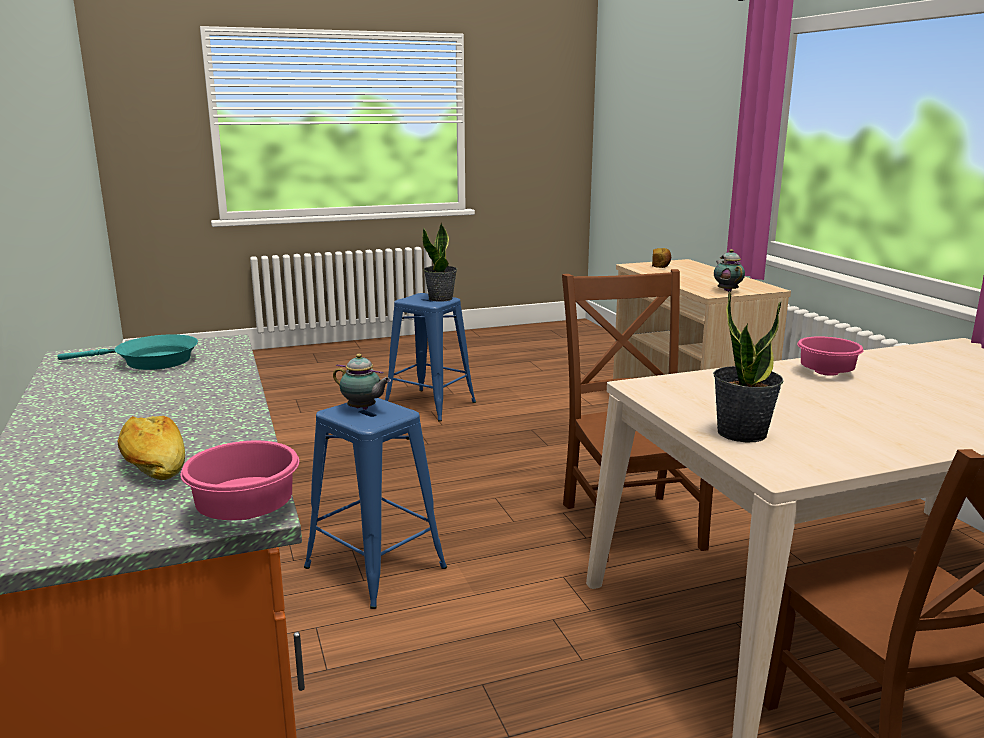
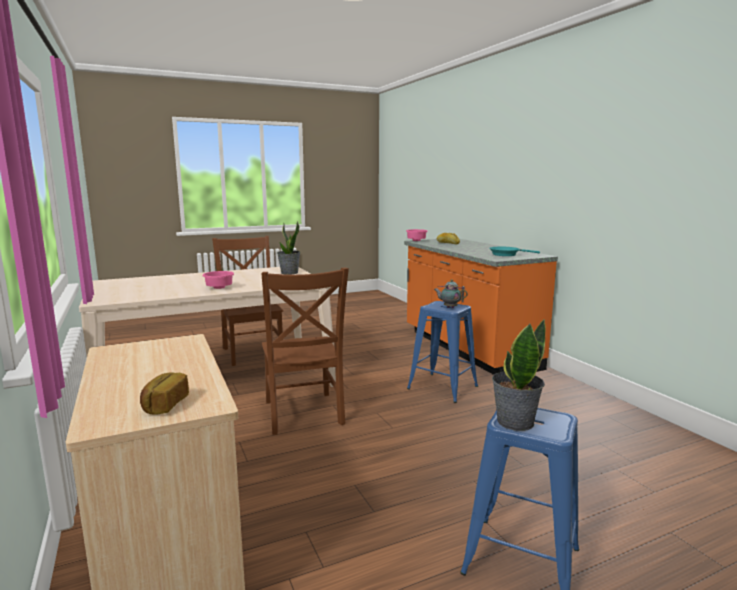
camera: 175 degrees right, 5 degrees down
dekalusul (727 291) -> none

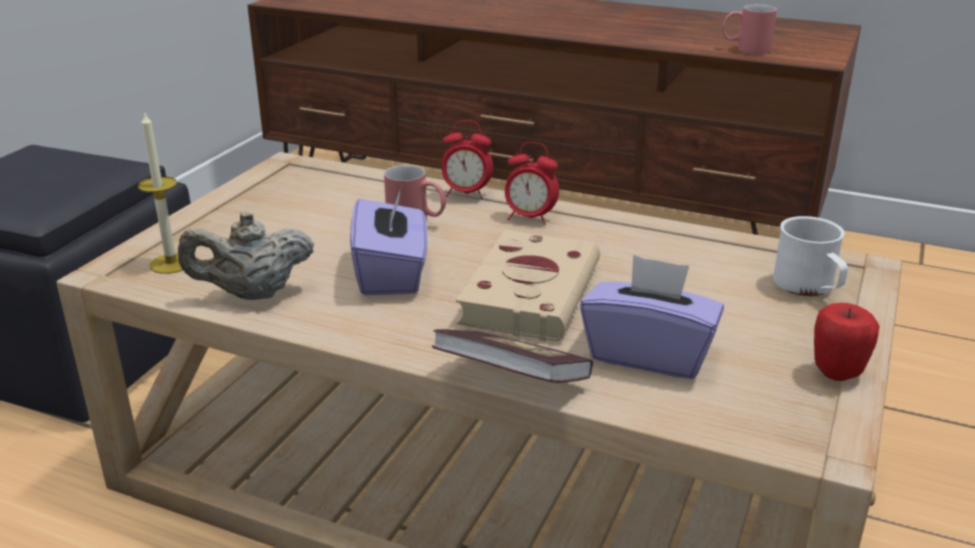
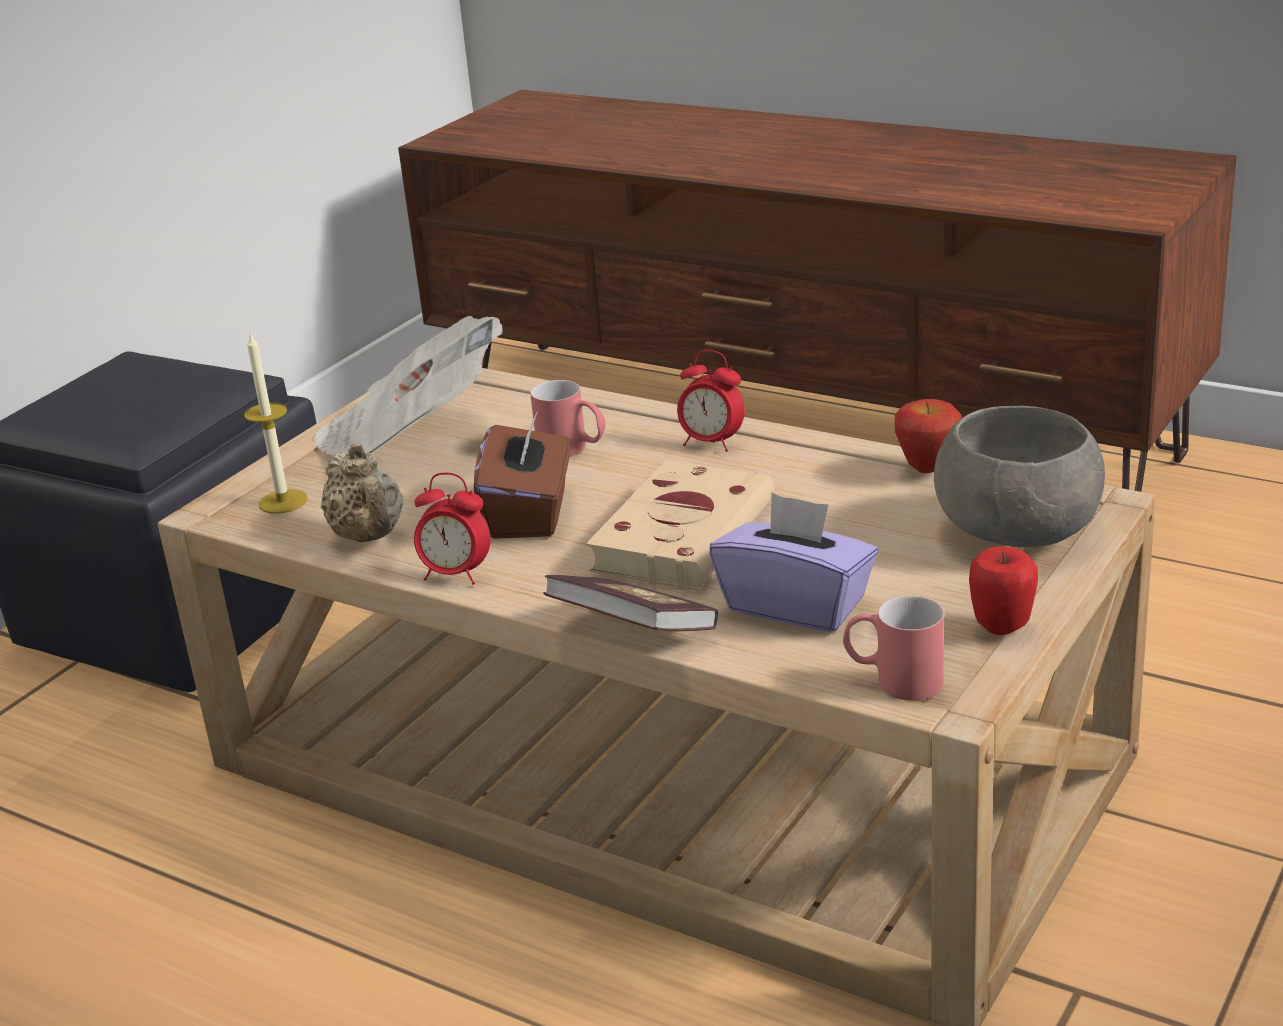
camera: 10 degrees right, 0 degrees up
beige dekalusul (253 294) -> beige dekalusul (369 537), 105 degrees counterclockwise
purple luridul (392 274) -> brown luridul (529 514)
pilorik (466 194) -> pilorik (456 575), relocated
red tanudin (745 49) -> red tanudin (893 680), relocated
white tanudin (809 287) -> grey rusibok (1019 528)
none -> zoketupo (411 440)
none -> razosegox (928 469)

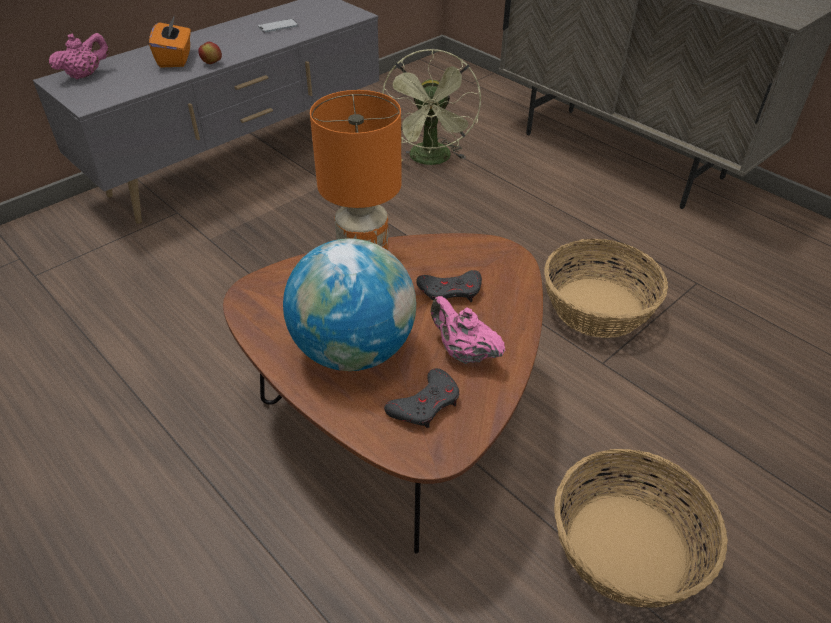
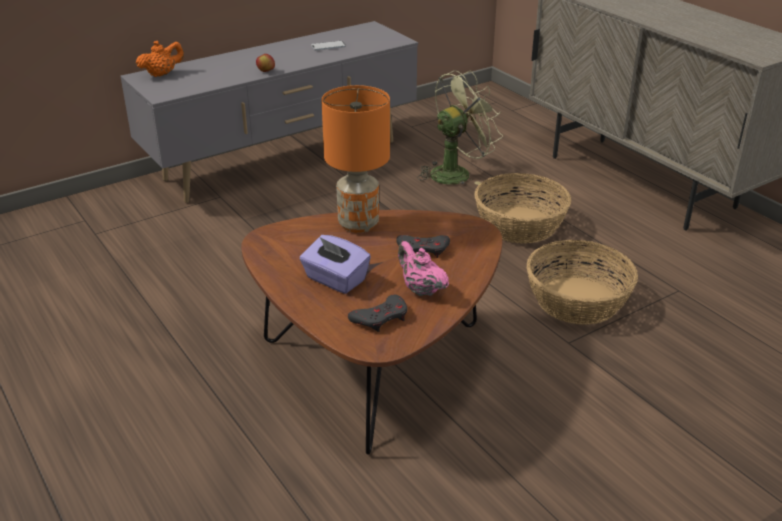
camera: 10 degrees right, 10 degrees down
pink dekalusul (85 75) -> orange dekalusul (162 74)
orange luridul (175 59) -> none
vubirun (354 350) -> purple luridul (335 280)
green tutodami (431 160) -> green tutodami (456 172), 135 degrees counterclockwise
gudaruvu (627 549) -> gudaruvu (520 225), relocated

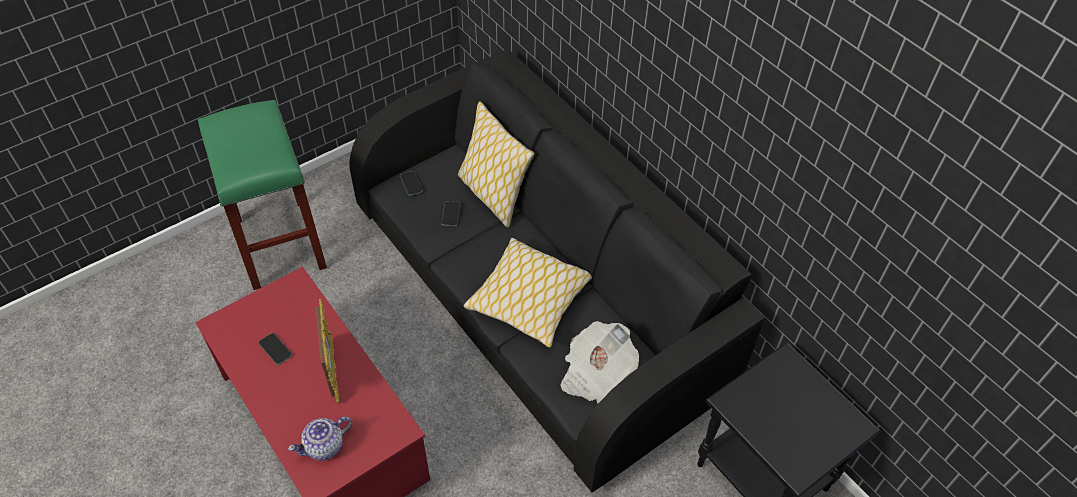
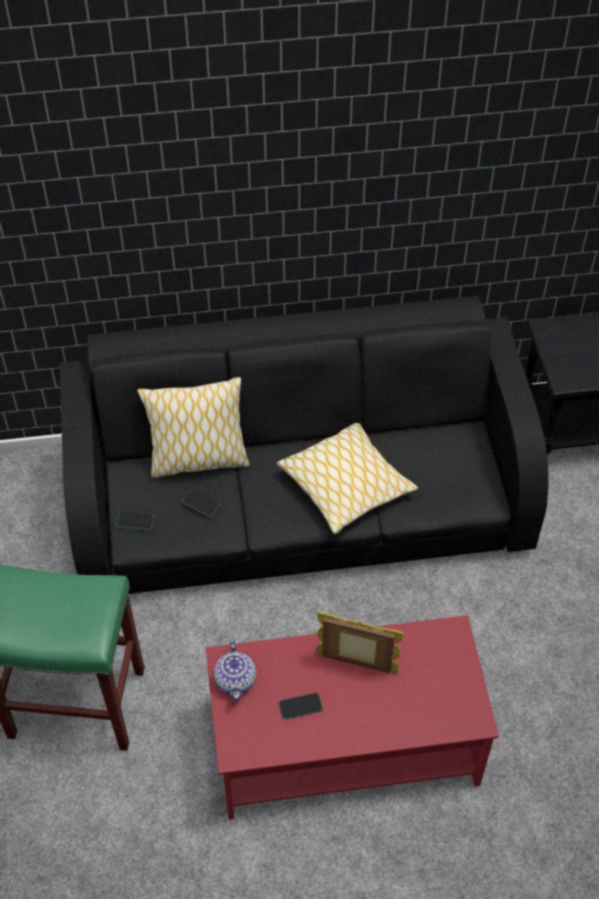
camera: 60 degrees left, 0 degrees up
dekalusul (325 446) -> dekalusul (236 680), relocated
zoketupo (595 373) -> none

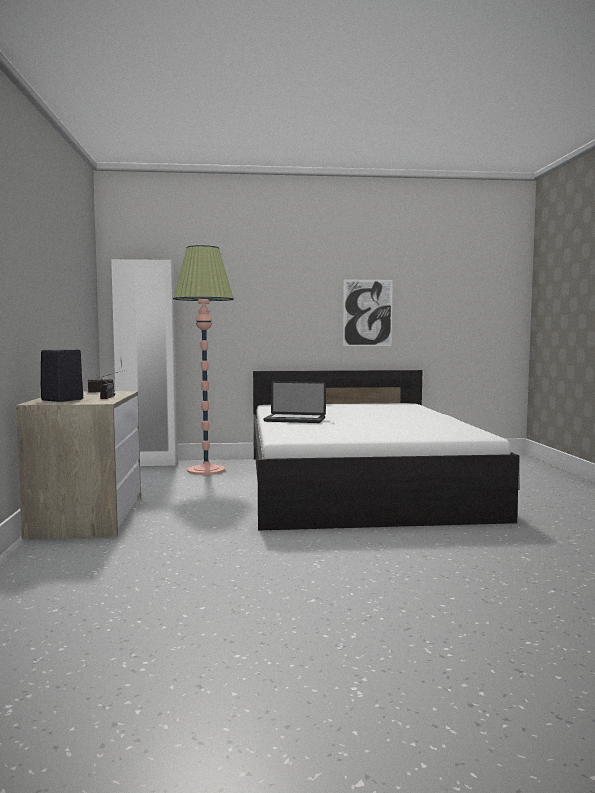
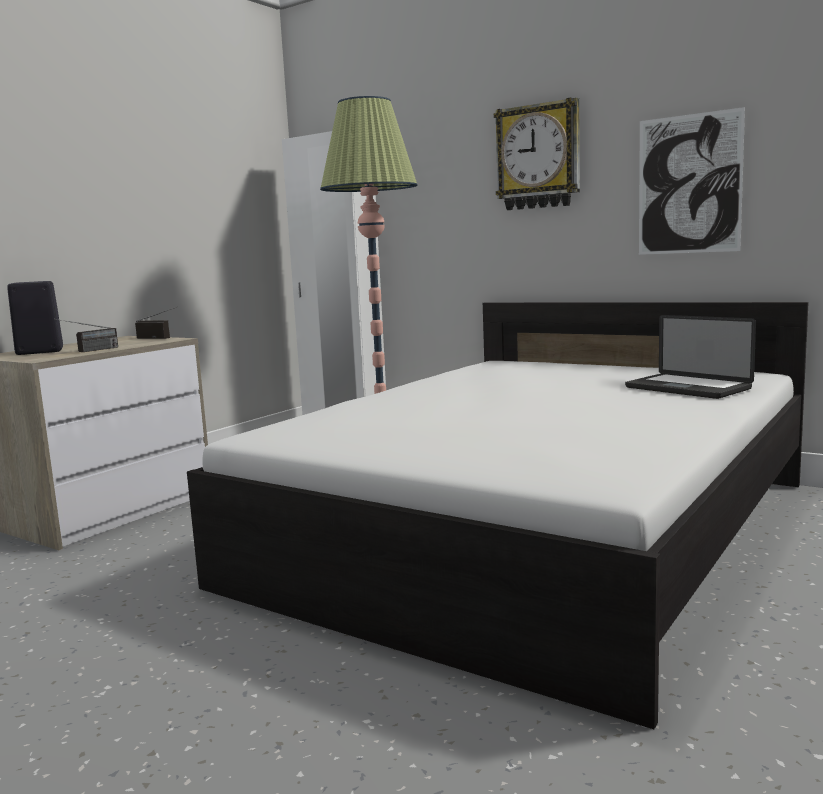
camera: 40 degrees right, 5 degrees up
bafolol (295 420) -> bafolol (687 388), relocated
none -> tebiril (538 157)

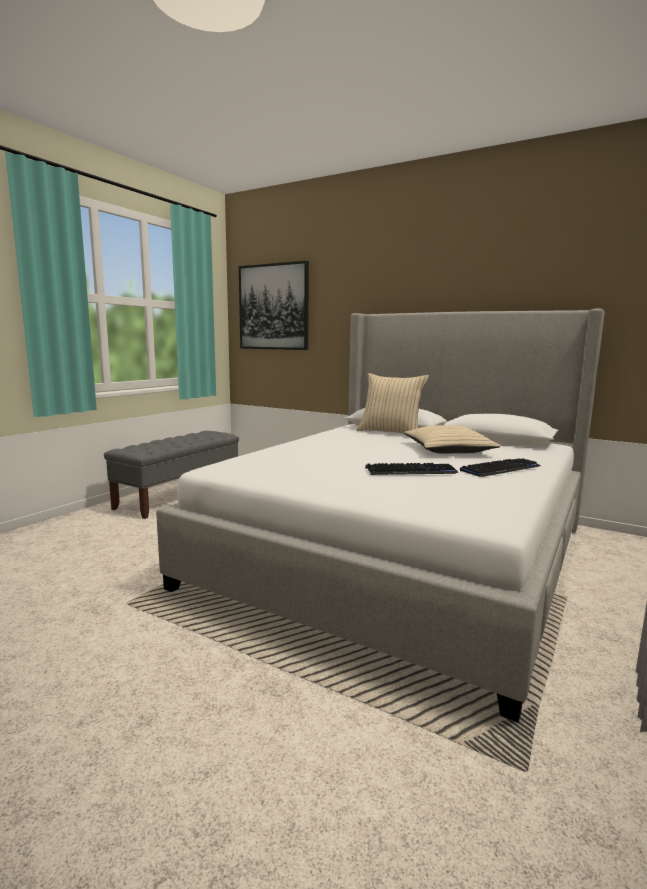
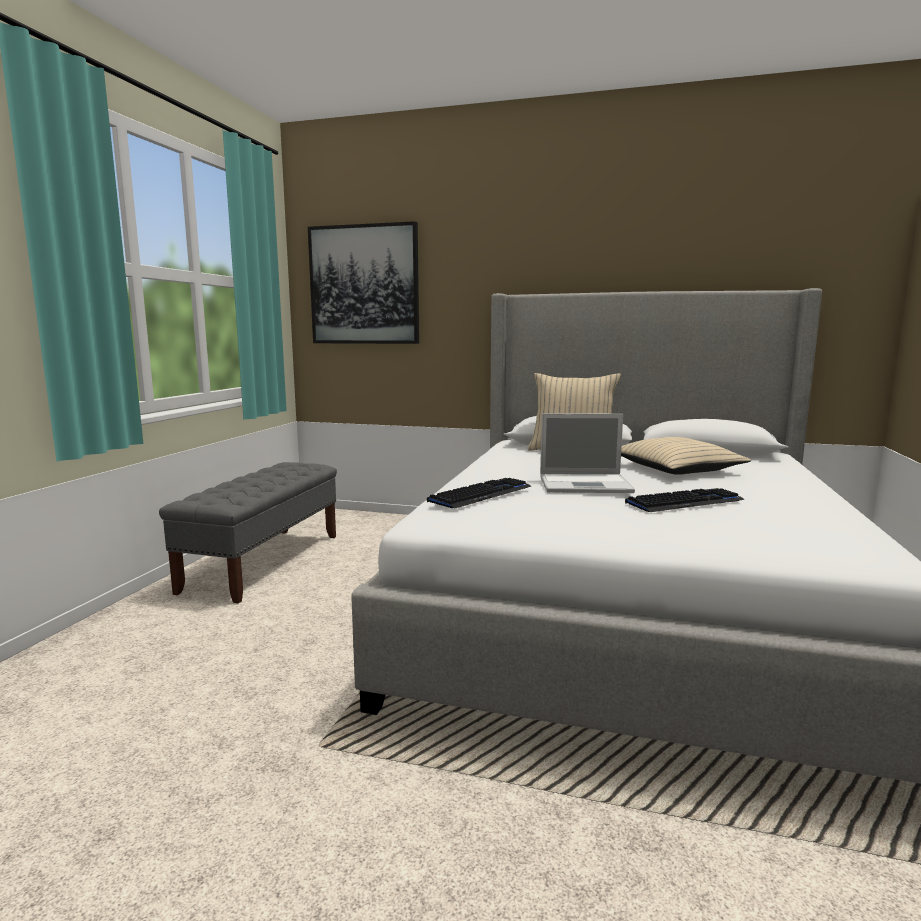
camera: 15 degrees left, 0 degrees up
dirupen (500 469) -> dirupen (481 495), relocated
none -> bafolol (586 484)

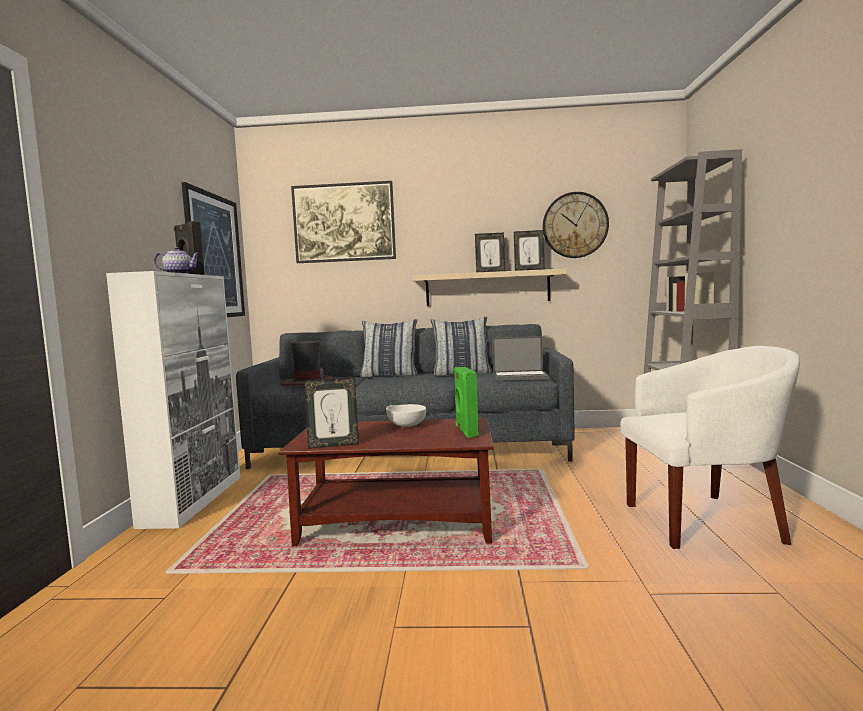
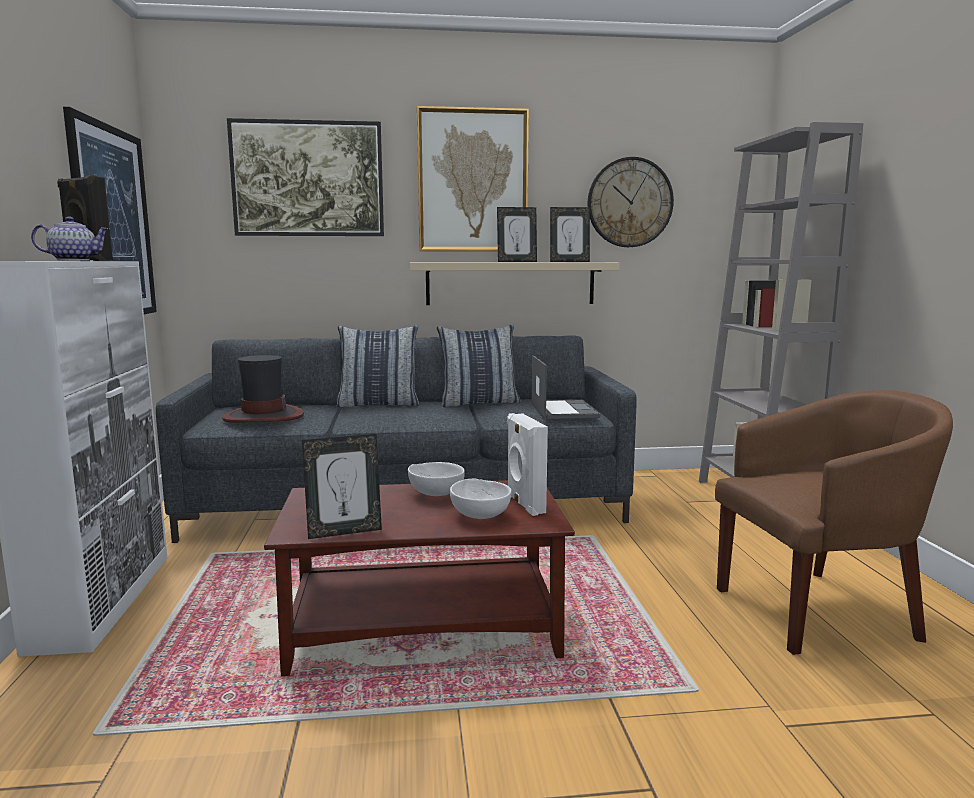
camera: 10 degrees left, 5 degrees up
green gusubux (465 431) -> white gusubux (524 504)
bafolol (520 376) -> bafolol (563 410), 90 degrees counterclockwise
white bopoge (706 521) -> brown bopoge (819 610)
none -> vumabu (472 181)
none -> white rusibok (481 515)

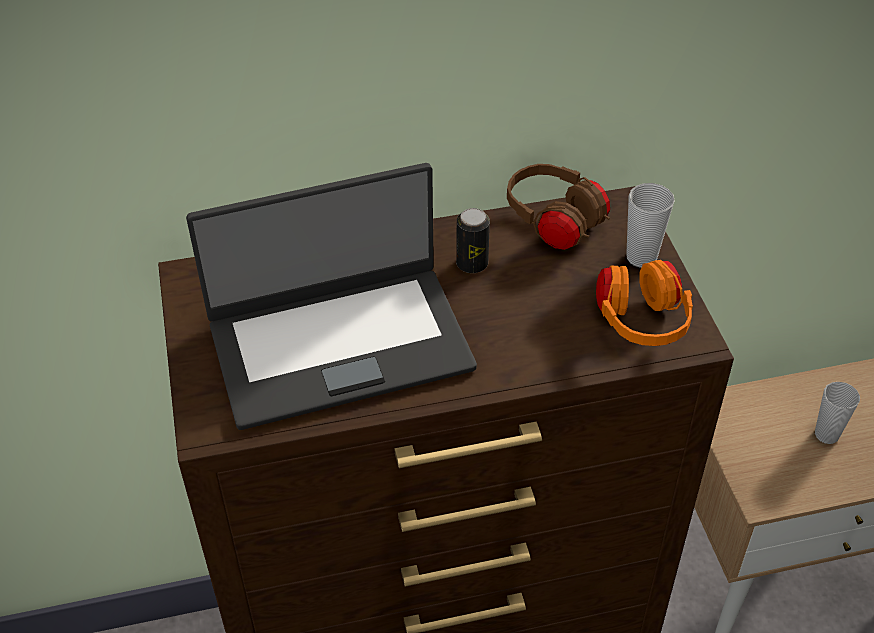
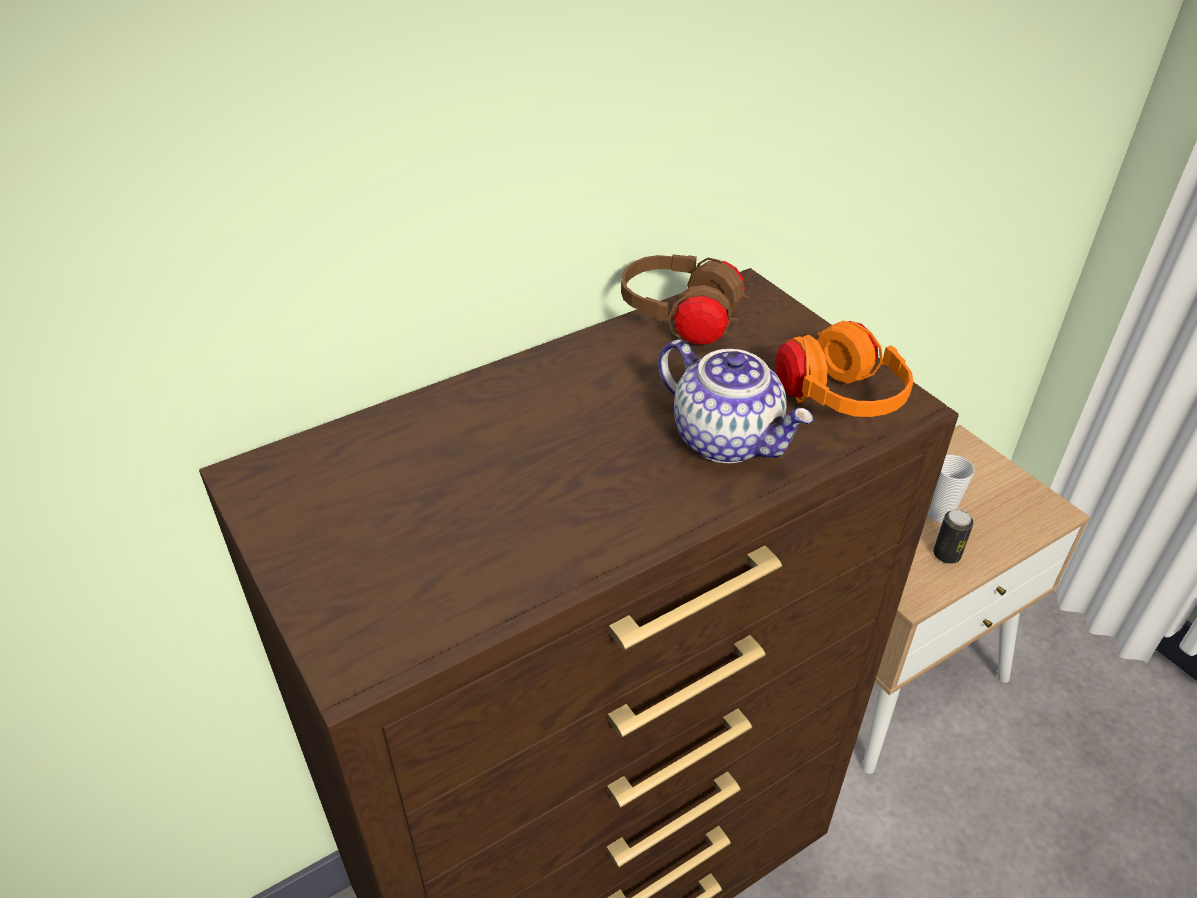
camera: 20 degrees left, 5 degrees down
bafolol (339 343) -> none
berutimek (472 264) -> berutimek (946 555), relocated
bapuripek (641 257) -> none
none -> dekalusul (728 439)

